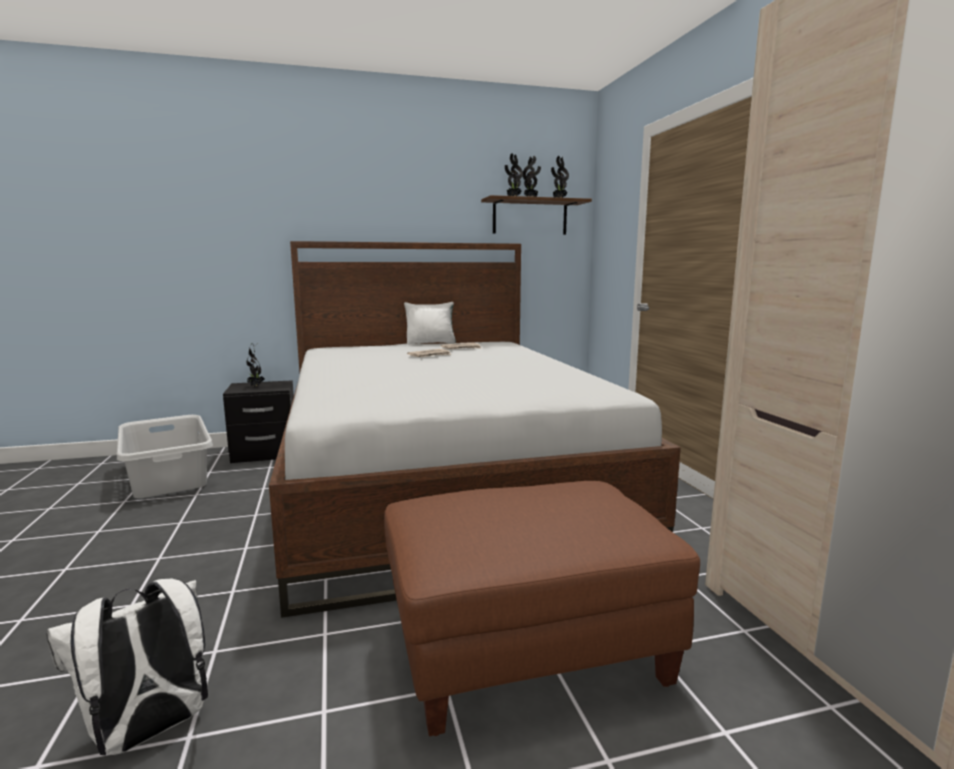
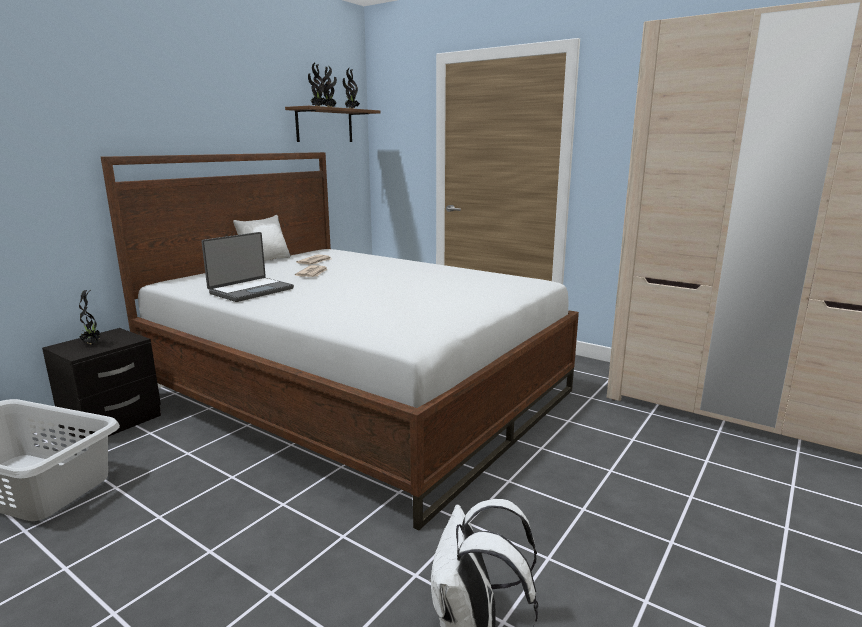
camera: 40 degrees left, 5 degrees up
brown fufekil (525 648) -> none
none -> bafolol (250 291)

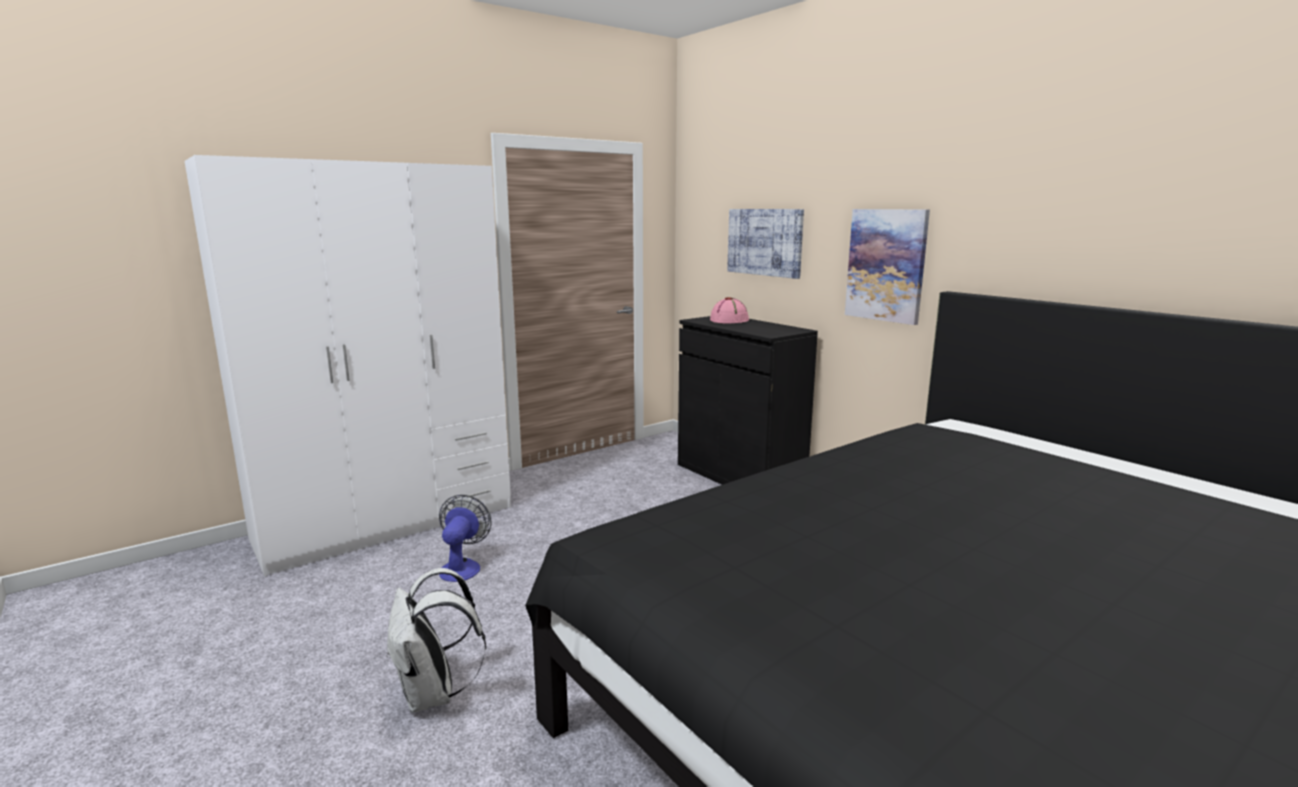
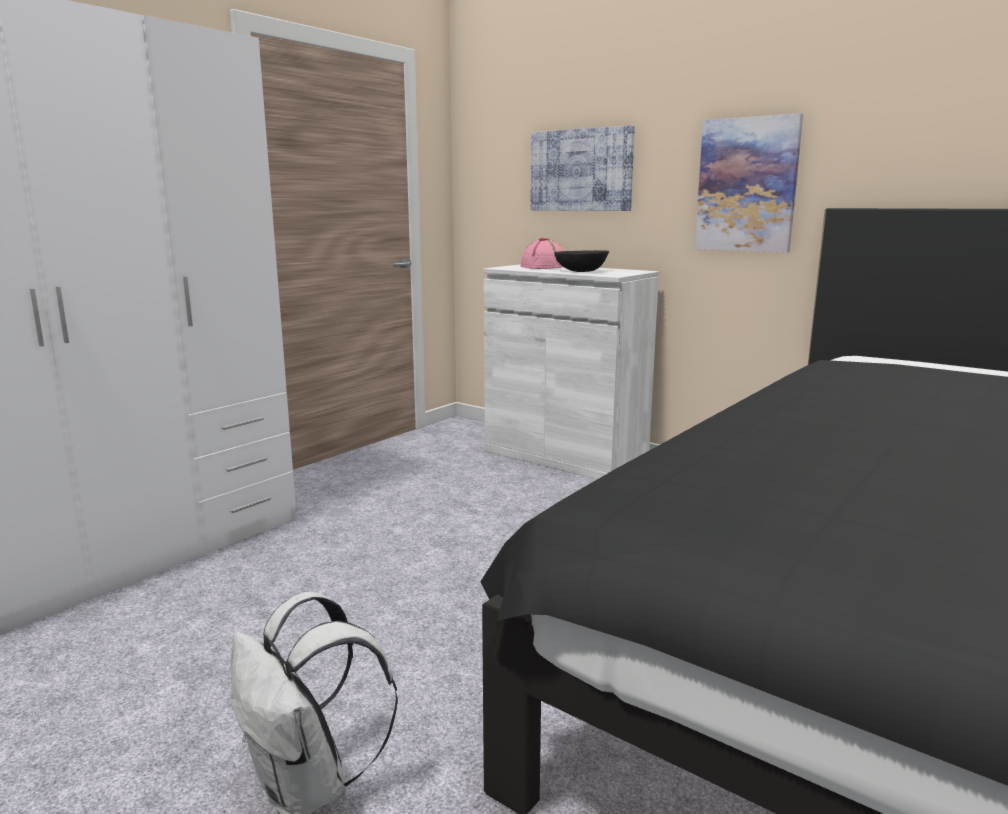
camera: 15 degrees left, 0 degrees up
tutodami (462 567) -> none
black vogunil (739 475) -> white vogunil (565 456)
none -> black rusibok (582 271)

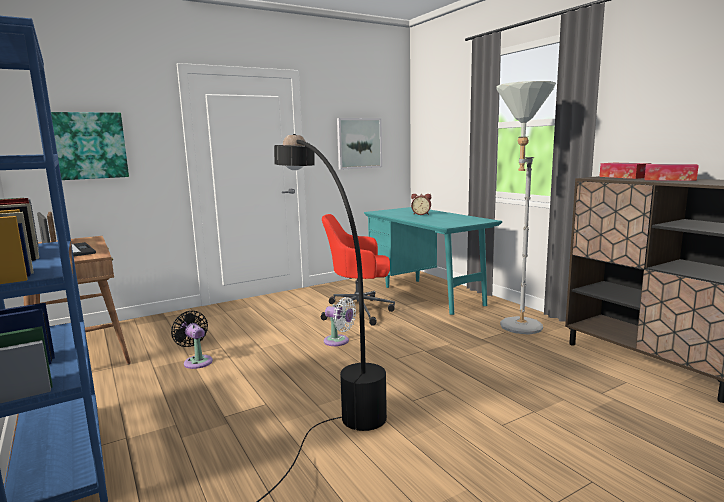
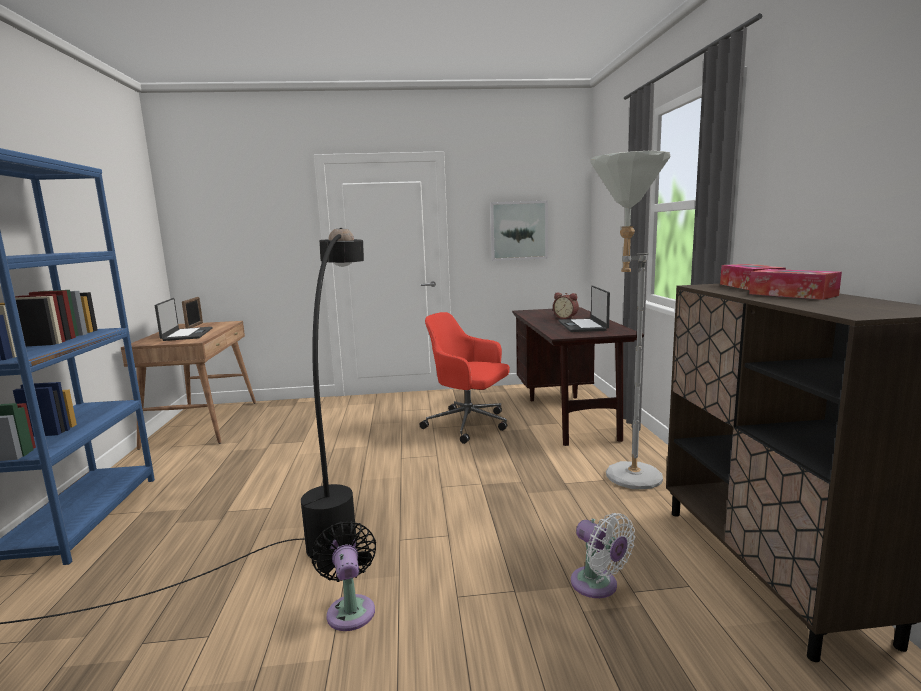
camera: 25 degrees right, 0 degrees up
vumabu (89 146) -> none
black tutodami (197 361) -> black tutodami (350 609), relocated
white tutodami (339 341) -> white tutodami (598 586), relocated
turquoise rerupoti (427 293) -> brown rerupoti (568 414)
none -> bafolol (583 326)

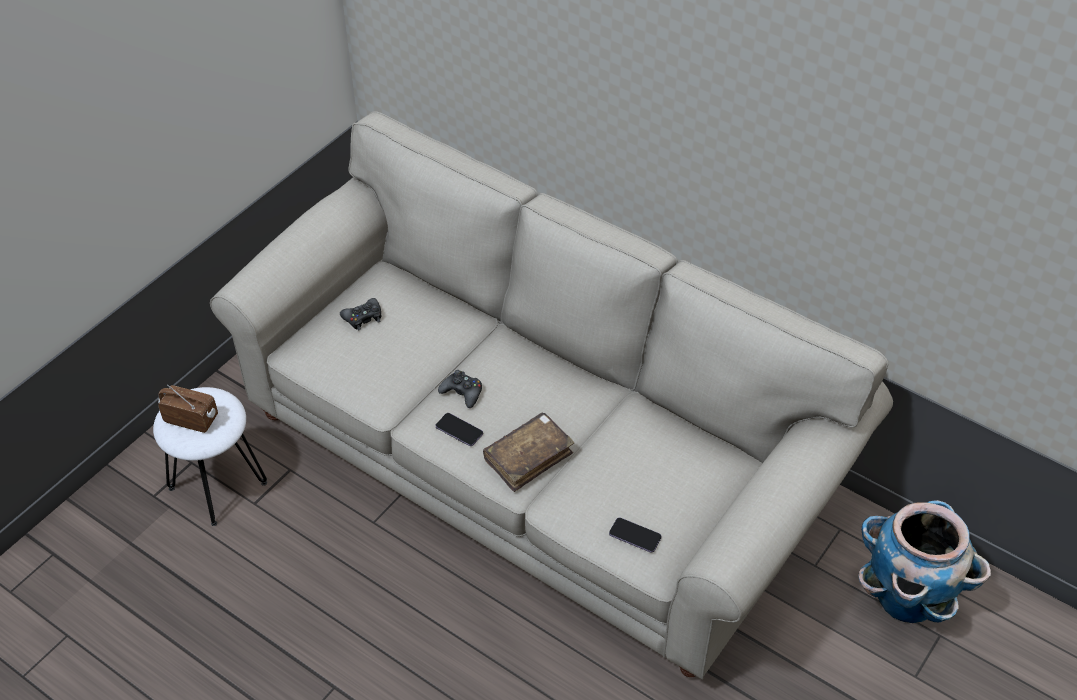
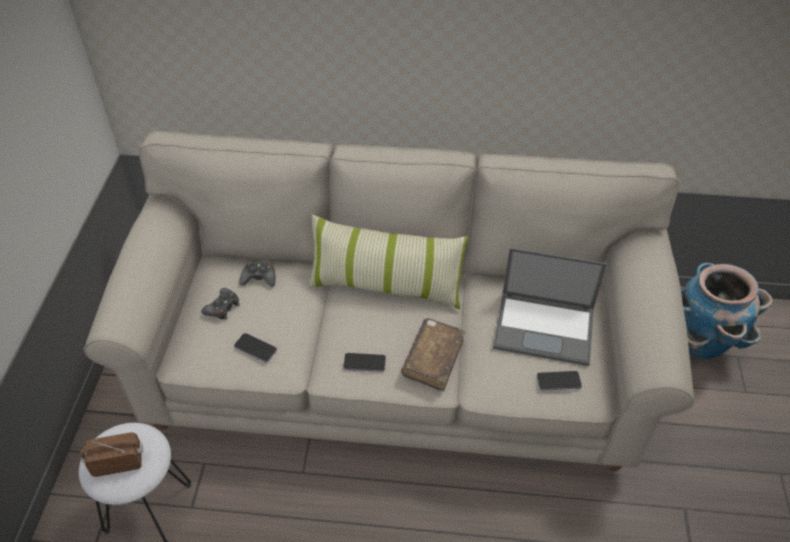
camera: 30 degrees left, 0 degrees up
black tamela (462 392) -> black tamela (259 278), relocated
none -> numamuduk (255 348)
none -> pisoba (385 285)
none -> bafolol (545 328)

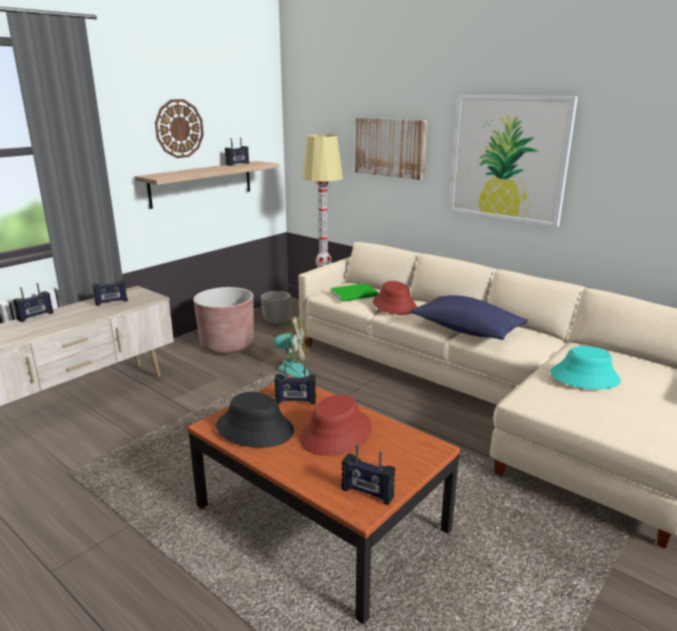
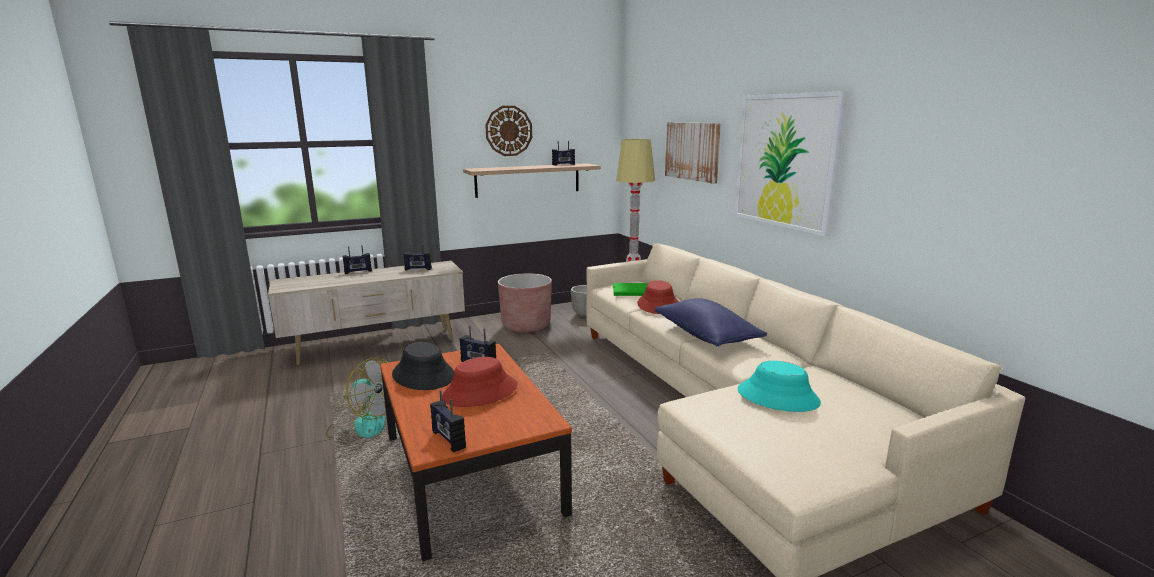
camera: 25 degrees right, 5 degrees down
tutodami (285 371) -> tutodami (363 424), relocated

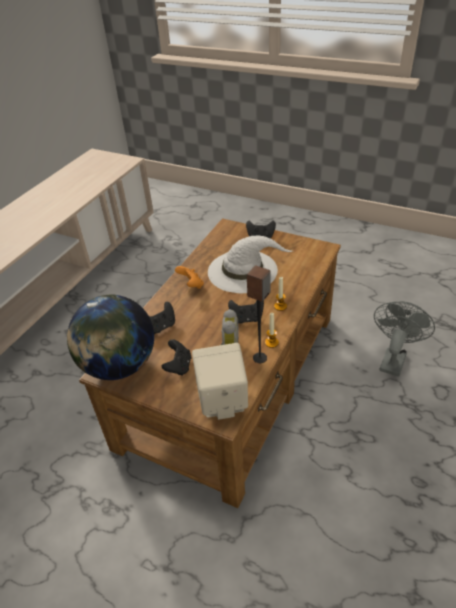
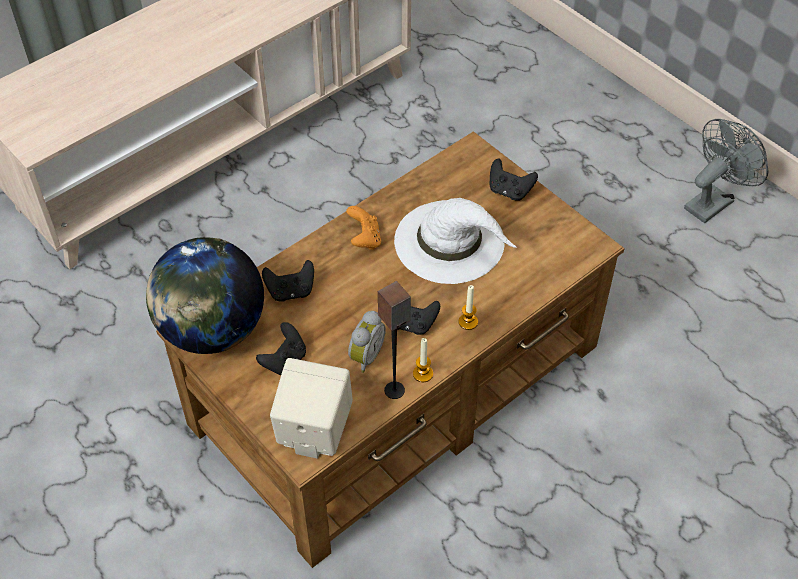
camera: 20 degrees right, 10 degrees up
grey tutodami (393 358) -> grey tutodami (713 201), relocated

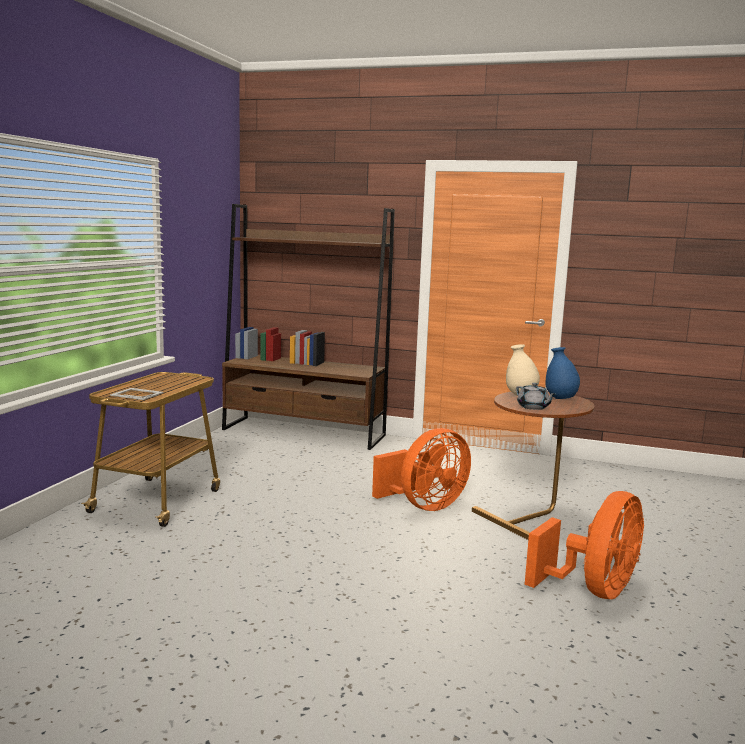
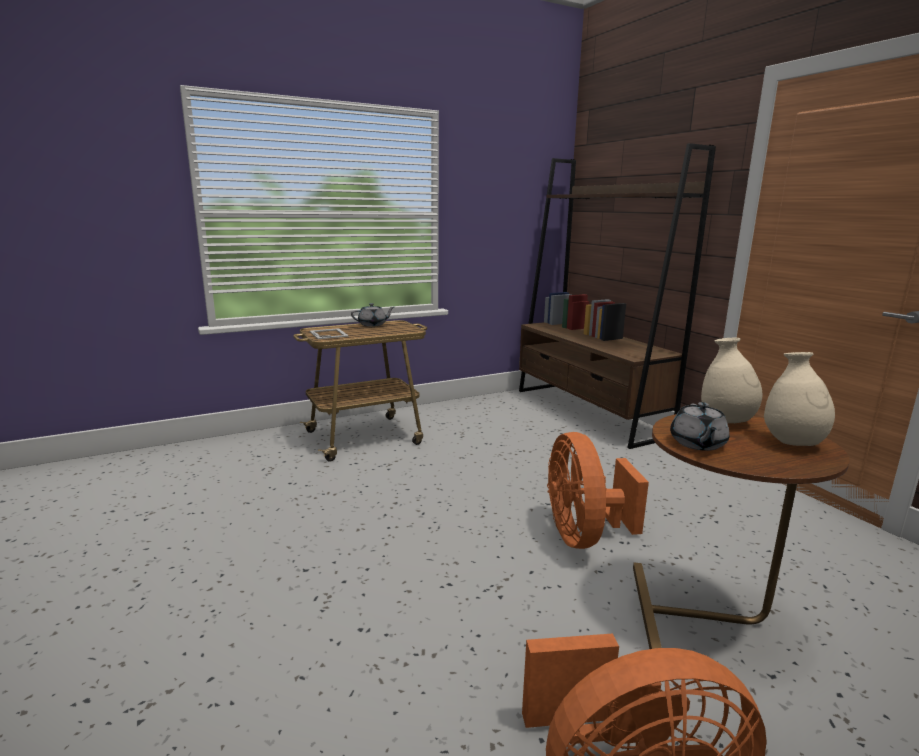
camera: 45 degrees right, 5 degrees up
orange tutodami (424 506) -> orange tutodami (583 535), 75 degrees clockwise
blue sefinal (560 398) -> beige sefinal (792 443)
none -> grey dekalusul (373 324)

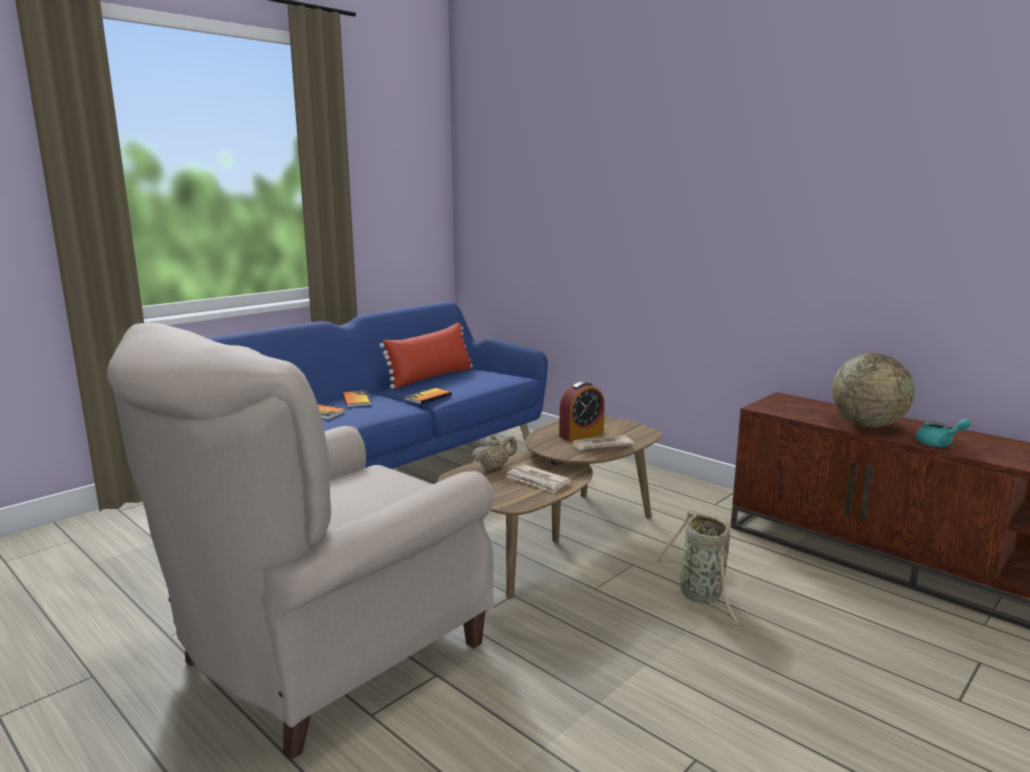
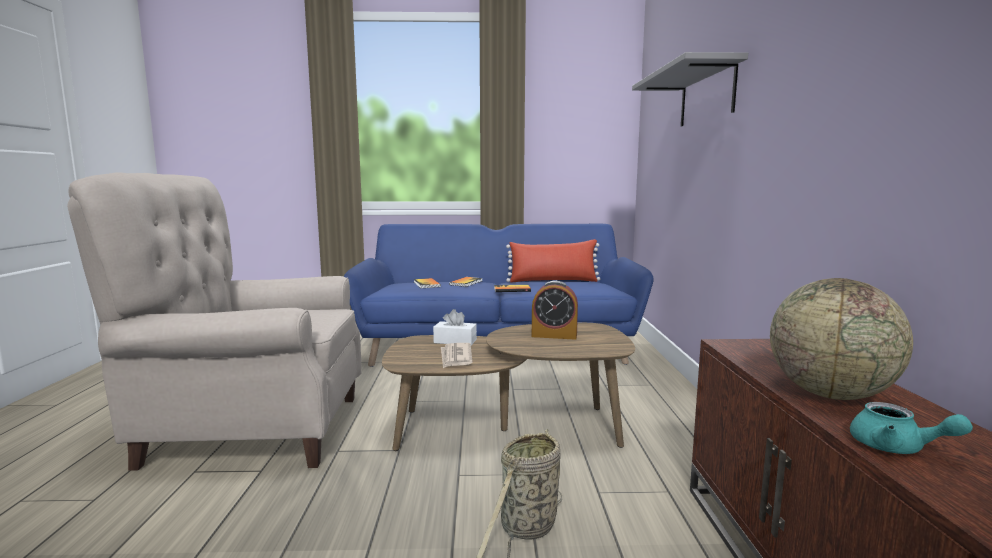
camera: 45 degrees right, 5 degrees down
beige dekalusul (494 467) -> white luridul (455 341)
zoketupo (601 445) -> none
none -> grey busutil (706 96)

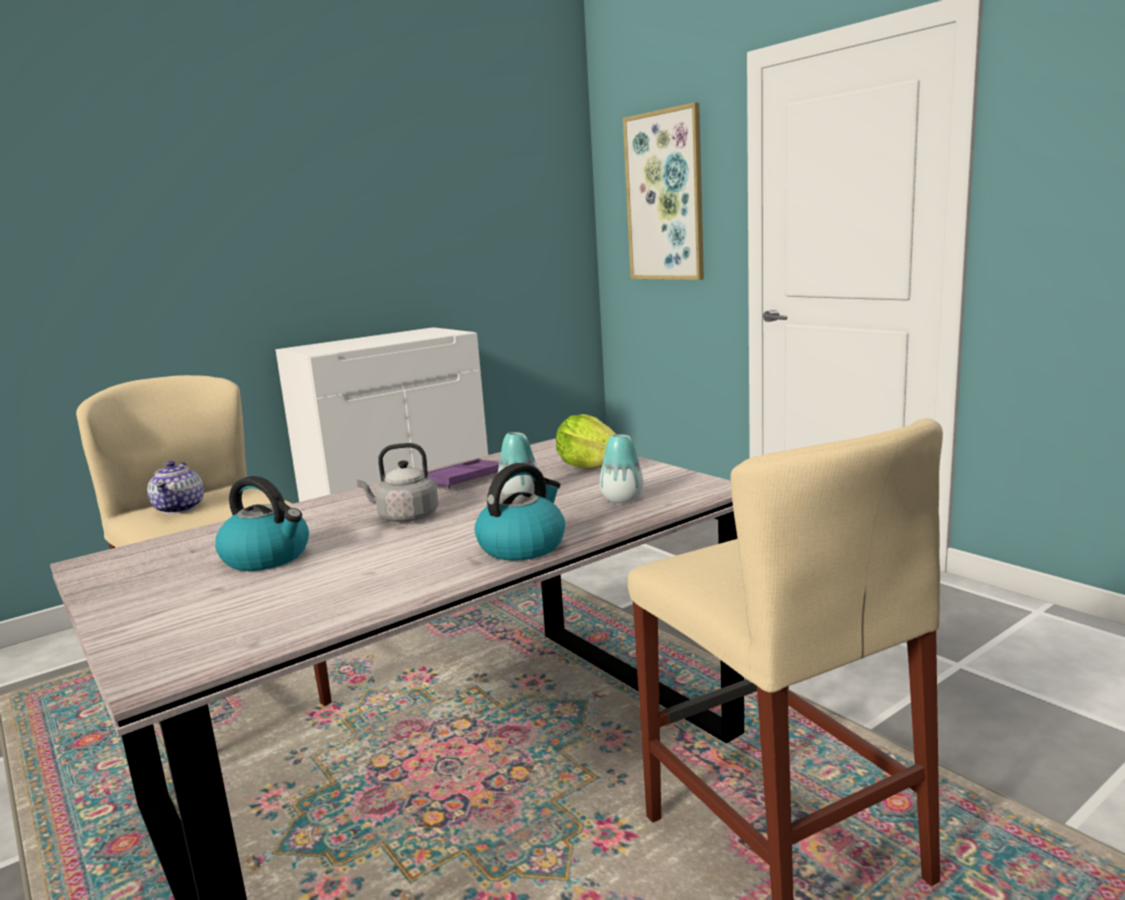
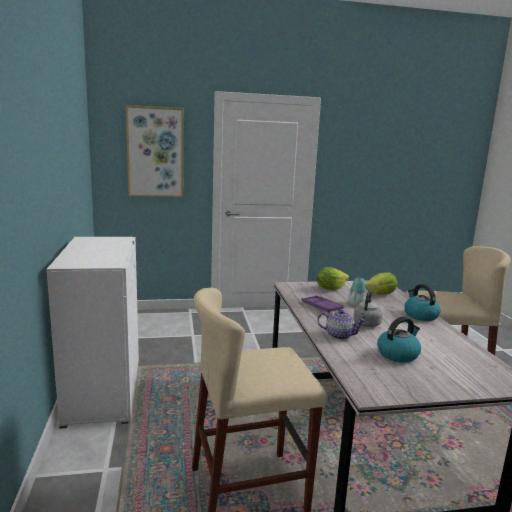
camera: 65 degrees left, 0 degrees up
dekalusul (180 508) -> dekalusul (339 335), relocated
sefinal (622 499) -> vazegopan (380 294)

